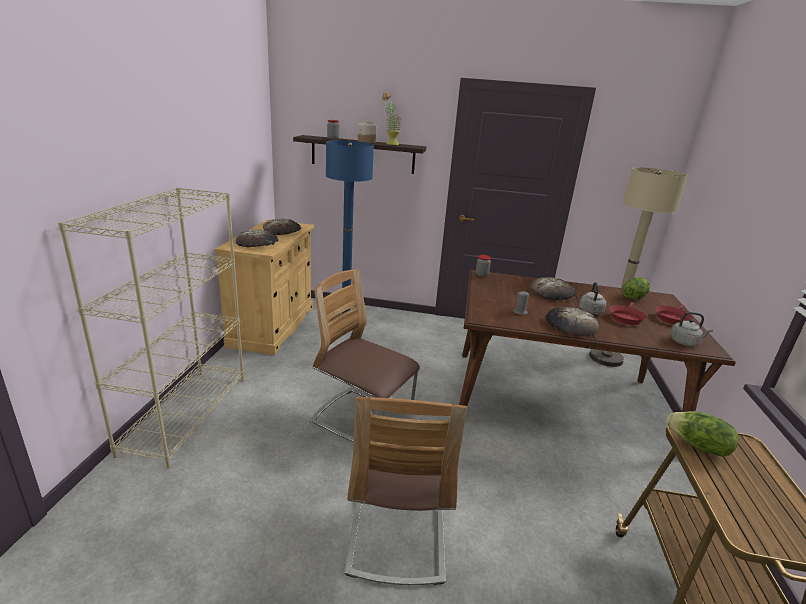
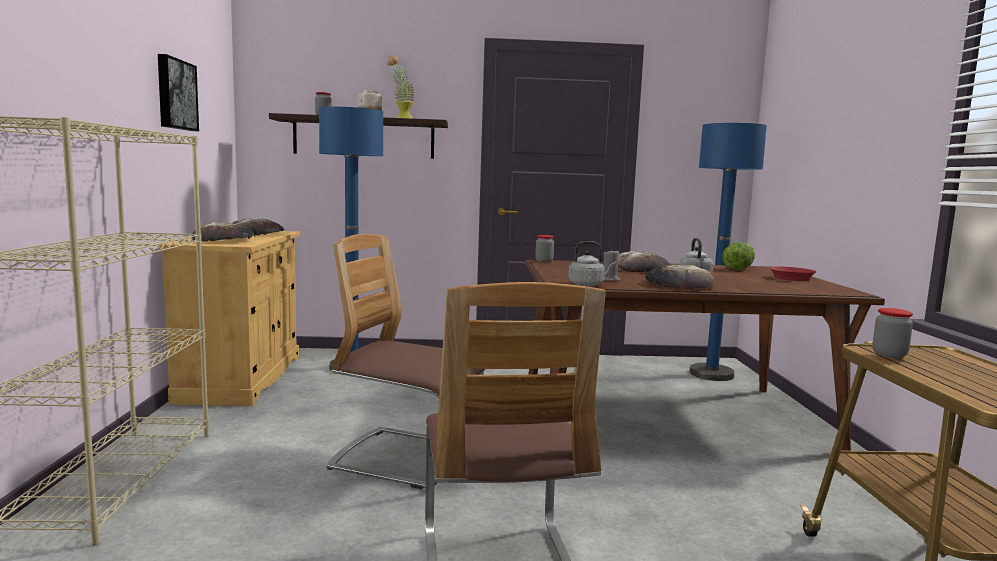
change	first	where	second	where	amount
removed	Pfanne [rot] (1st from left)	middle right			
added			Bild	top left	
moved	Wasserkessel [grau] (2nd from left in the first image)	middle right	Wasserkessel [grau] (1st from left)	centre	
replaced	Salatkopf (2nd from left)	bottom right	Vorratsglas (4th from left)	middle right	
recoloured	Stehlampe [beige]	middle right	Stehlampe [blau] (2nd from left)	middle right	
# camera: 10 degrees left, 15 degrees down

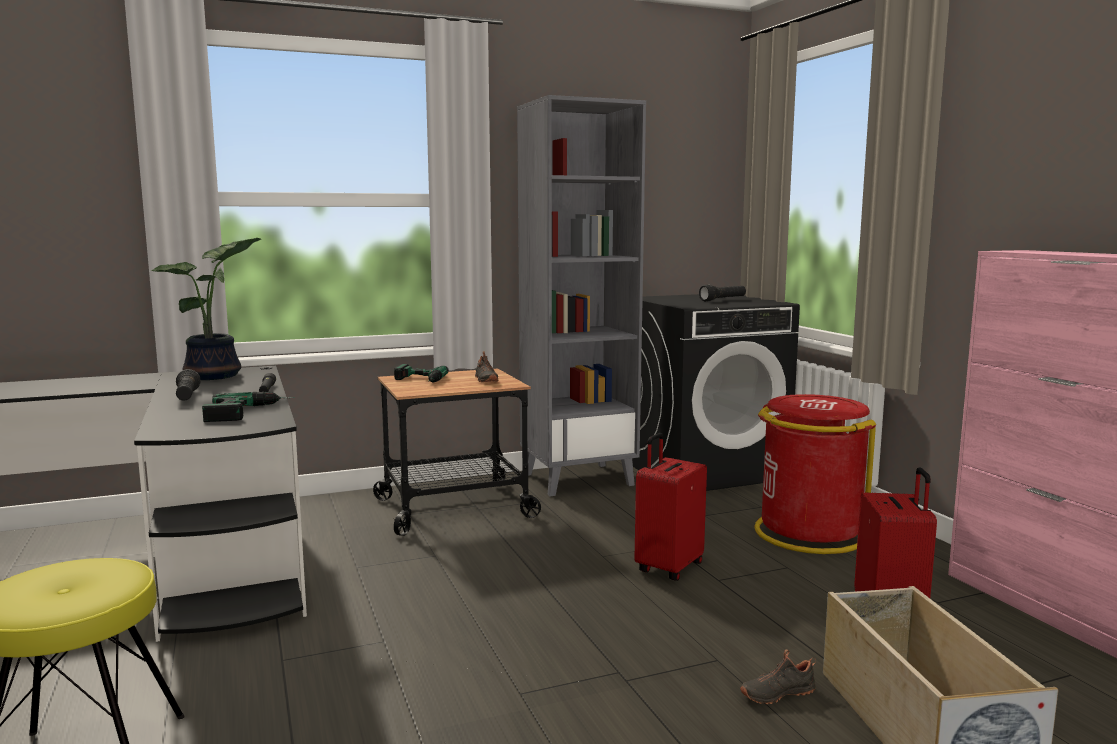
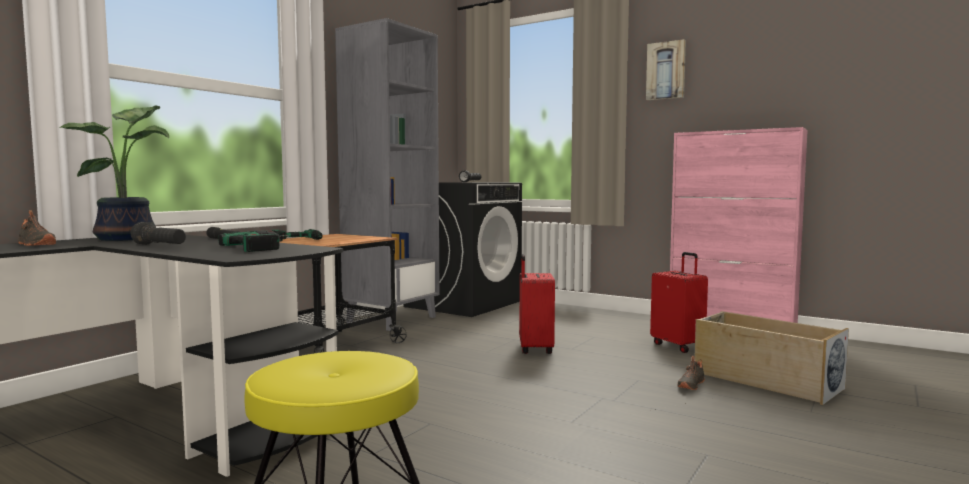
change	first	where	second	where	amount
removed	Mülleimer [rot]	middle right			
added			Bild	top right	
moved	Schuh [schwarz] (1st from left)	centre		middle left	
# camera: 35 degrees left, 5 degrees down

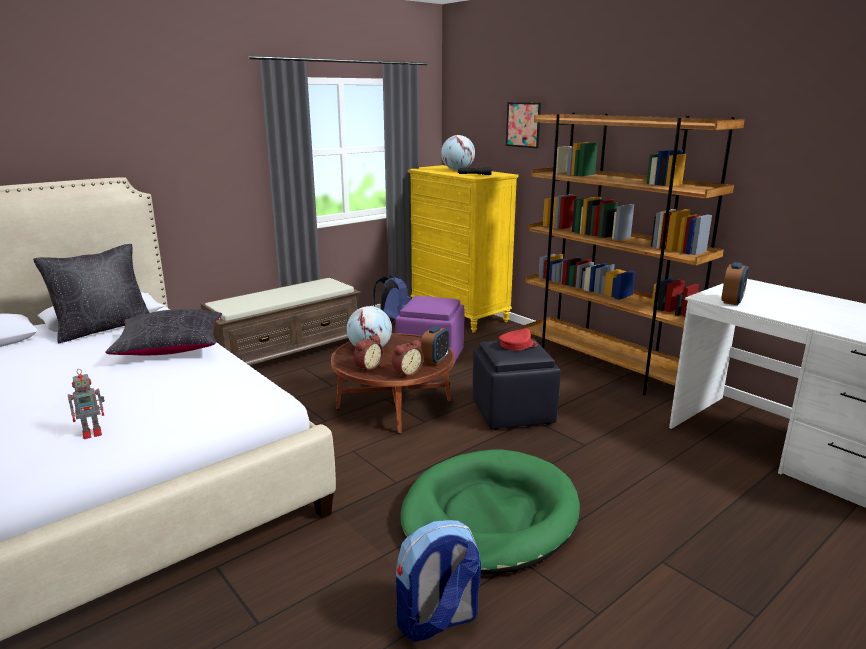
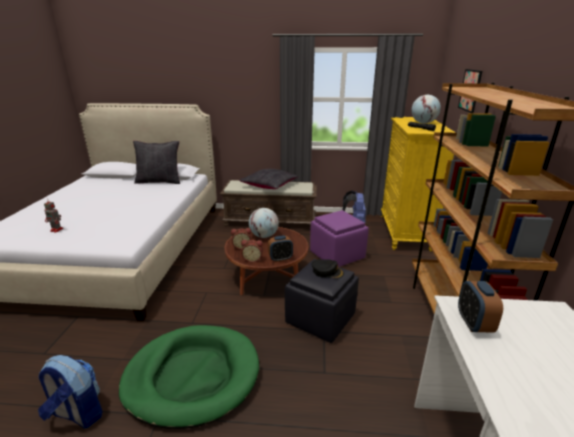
change	first	where	second	where	amount
moved	Kissen [schwarz] (2nd from left)	middle left		centre	
recoloured	Kappe [rot]	centre	Kappe [schwarz]	centre	
turned	Wecker (4th from left)	middle right		bottom right	105 degrees clockwise
# camera: 45 degrees right, 5 degrees up

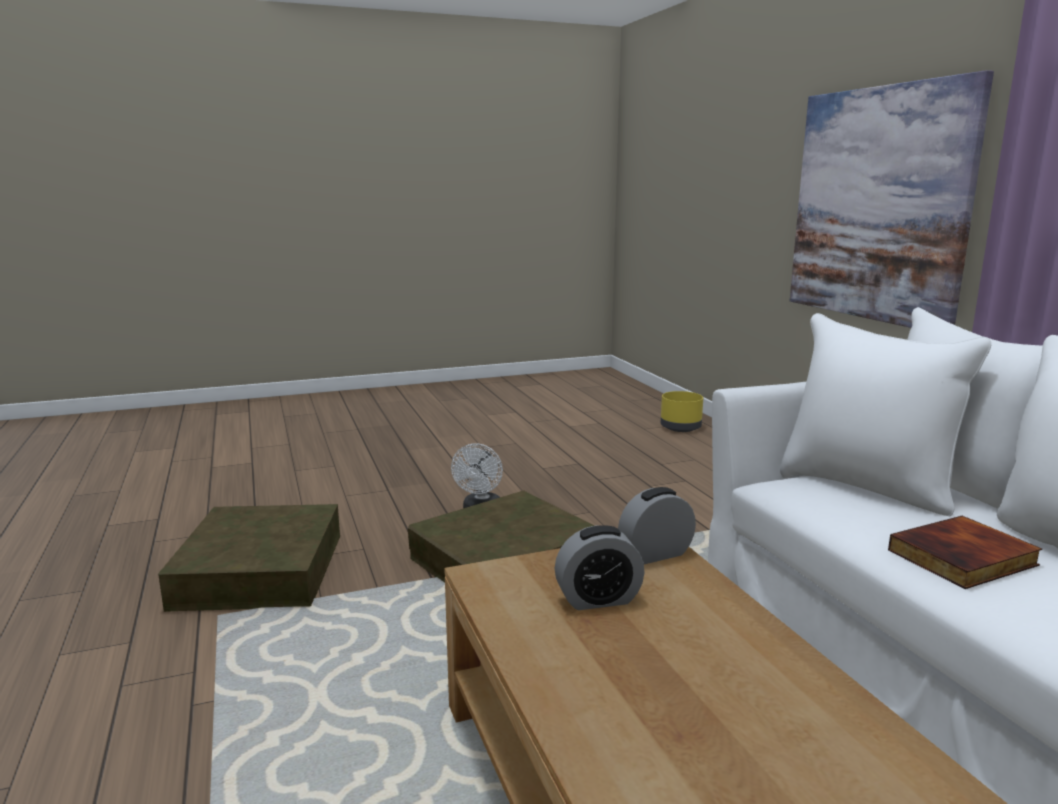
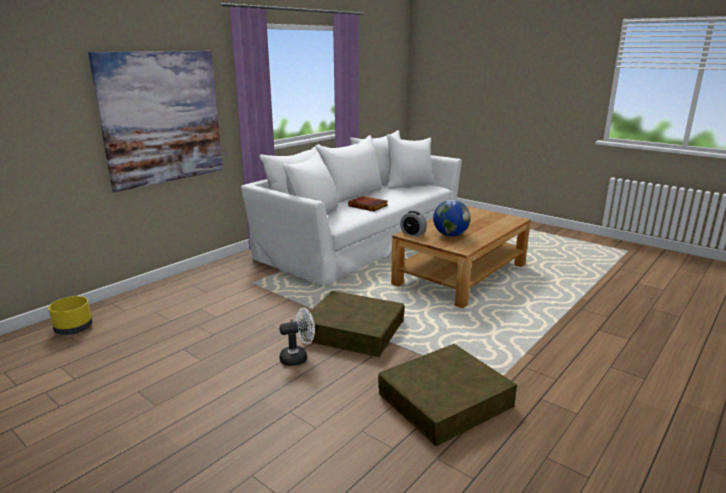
change	first	where	second	where	amount
replaced	Wecker (1st from left)	bottom centre	Globus	centre	
# camera: 120 degrees left, 5 degrees up

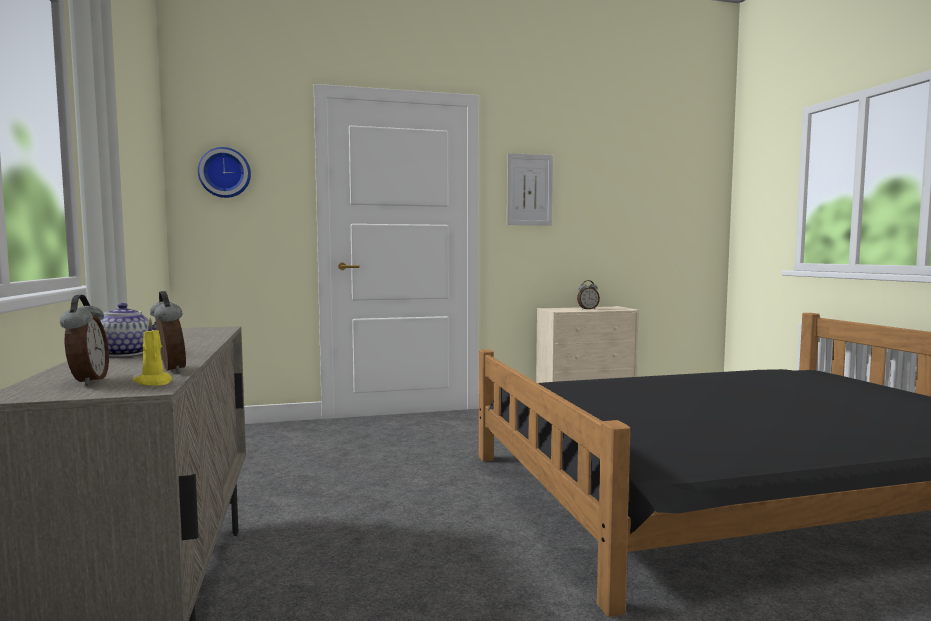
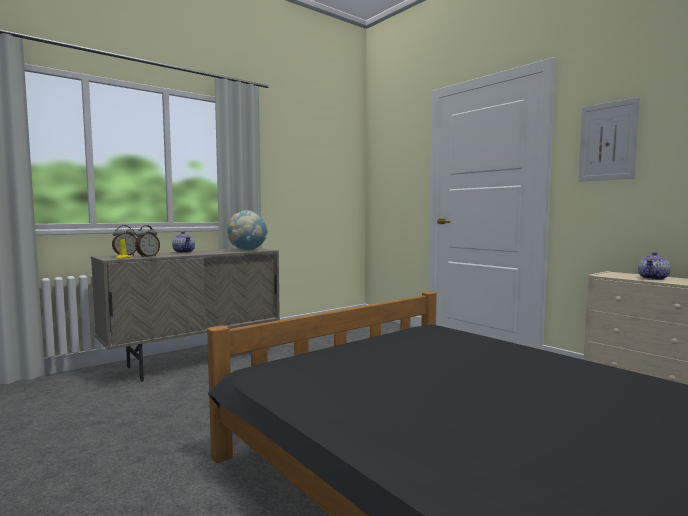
change	first	where	second	where	amount
removed	Wanduhr	top left			
added			Globus	centre	
replaced	Wecker (3rd from left)	centre	Teekanne (2nd from left)	middle right	
# camera: 65 degrees right, 0 degrees up

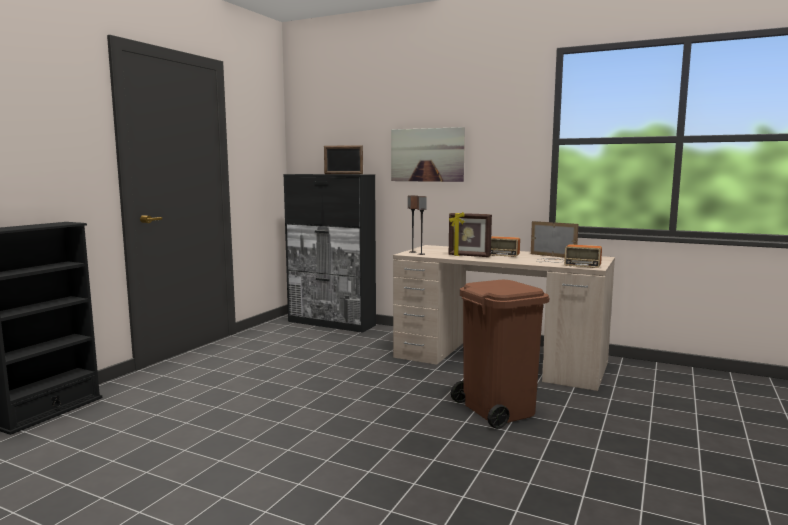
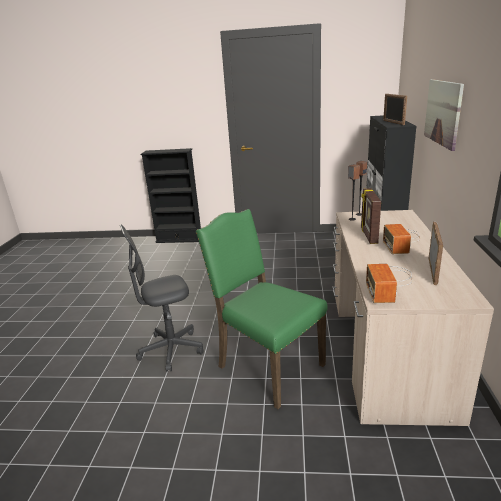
change	first	where	second	where	amount
added			Bürostuhl [grau]	middle left	
replaced	Mülleimer [braun]	bottom centre	Stuhl [grün]	centre	
# camera: 70 degrees right, 15 degrees up

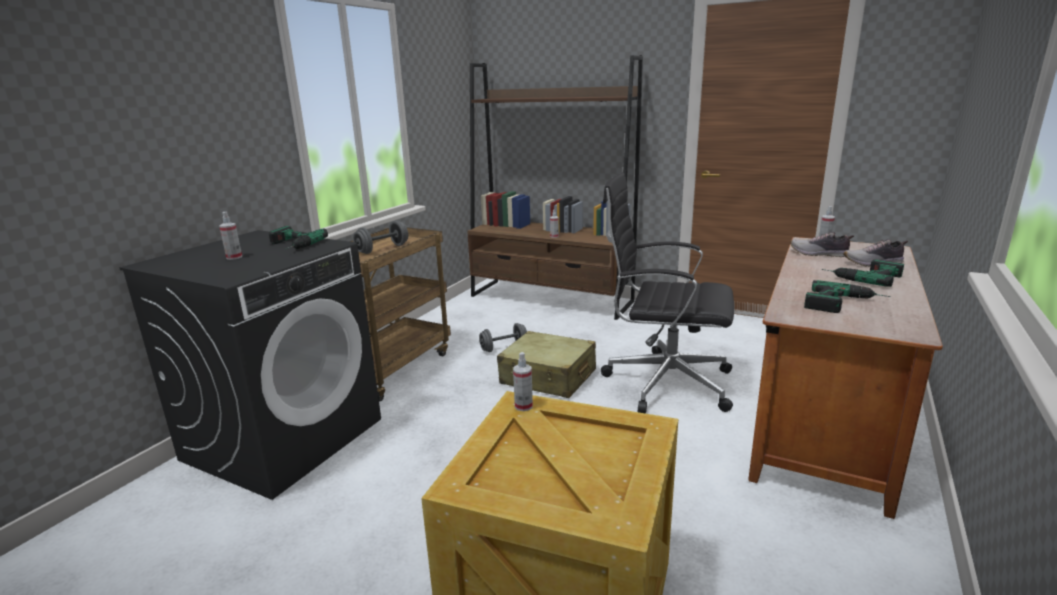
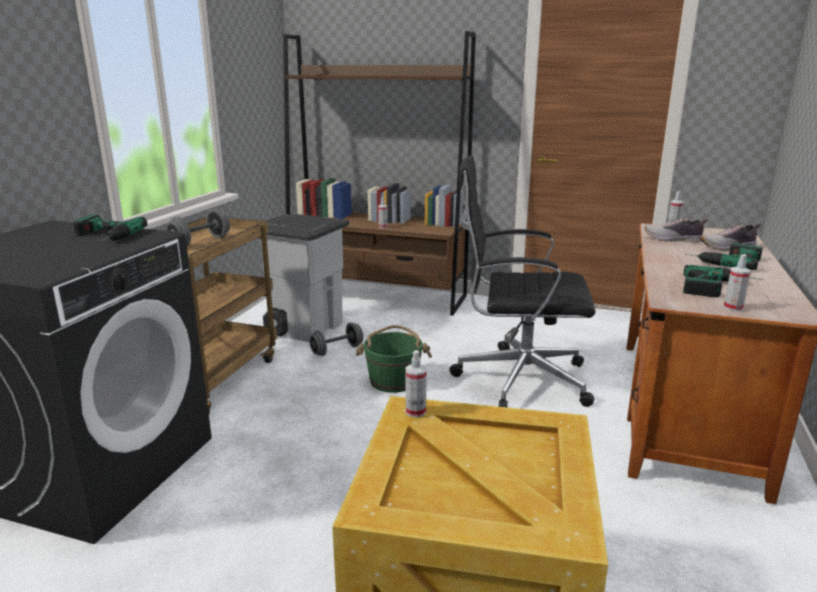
change	first	where	second	where	amount
added			Mülleimer [grau]	centre	
moved	Sprühflasche (1st from left in the first image)	middle left	Sprühflasche (4th from left)	middle right	
replaced	Koffer [beige]	centre	Eimer [grün]	centre	
# camera: 10 degrees left, 0 degrees up

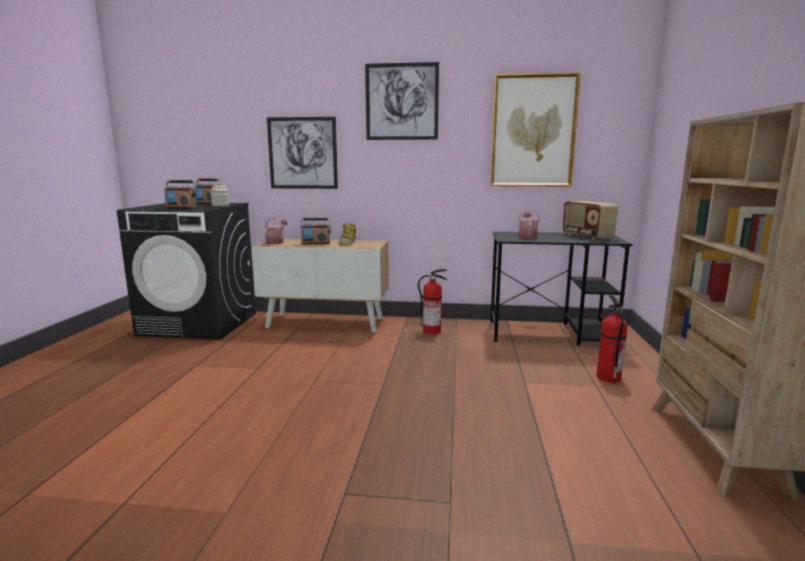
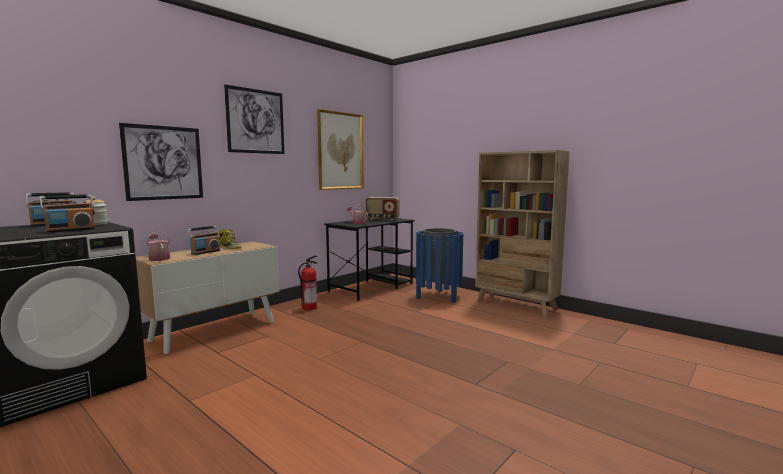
change	first	where	second	where	amount
replaced	Feuerlöscher (2nd from left)	middle right	Mülleimer [blau]	centre	
# camera: 55 degrees left, 5 degrees down

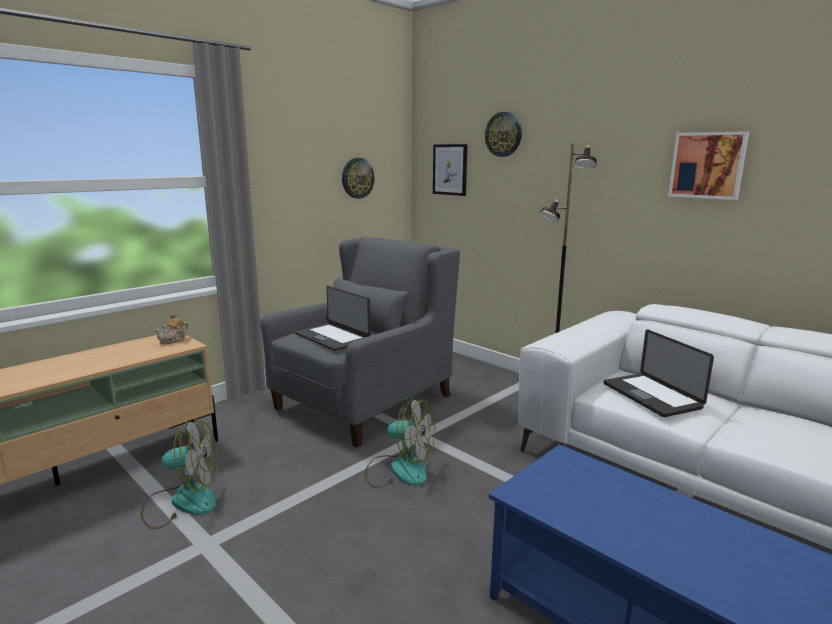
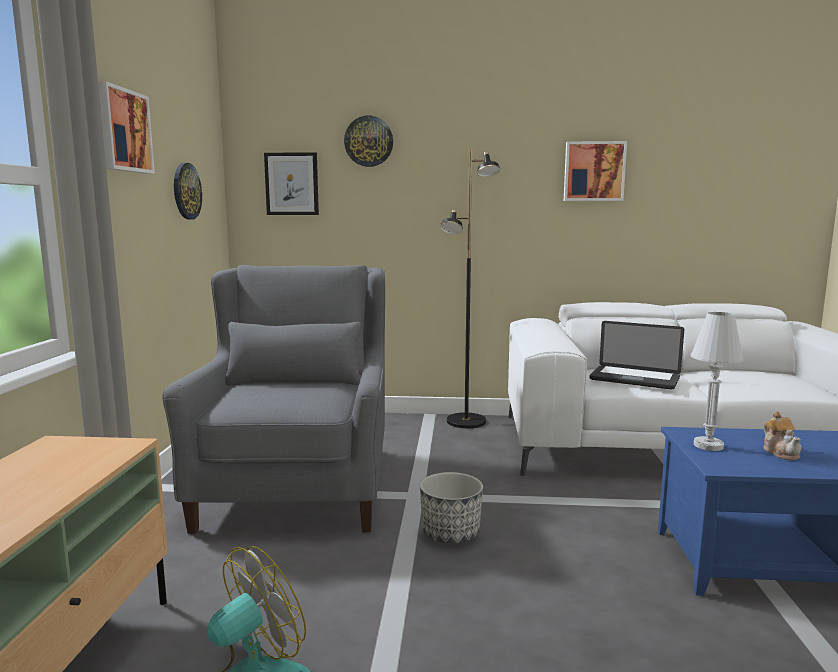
change	first	where	second	where	amount
removed	Laptop (1st from left)	centre			
added			Bild (1st from left)	top left	
added			Tischlampe [weiß]	middle right	
moved	Teekanne	middle left		middle right	
replaced	Ventilator (2nd from left)	bottom centre	Pflanzkübel	bottom centre	
# camera: 40 degrees left, 5 degrees down

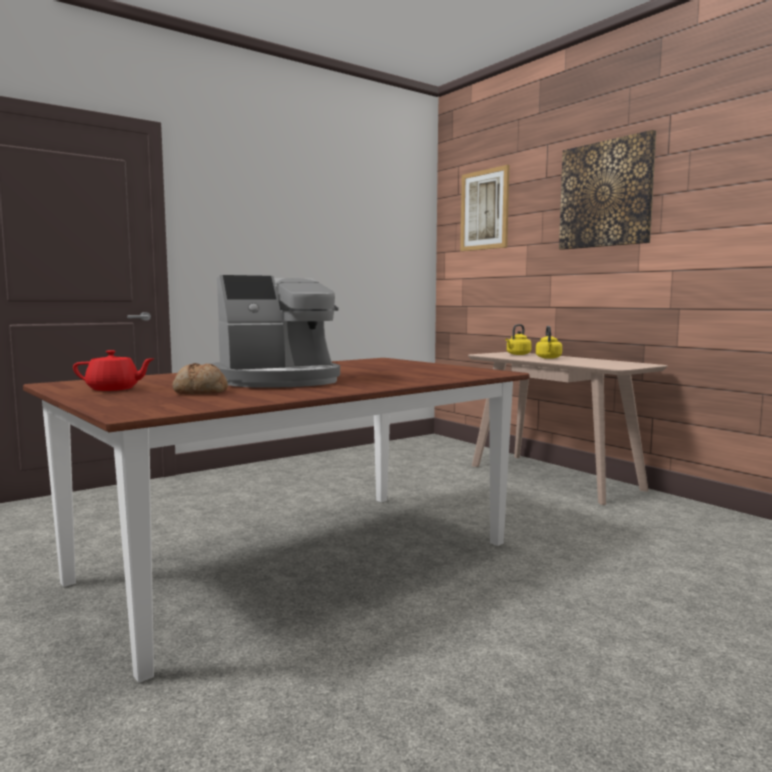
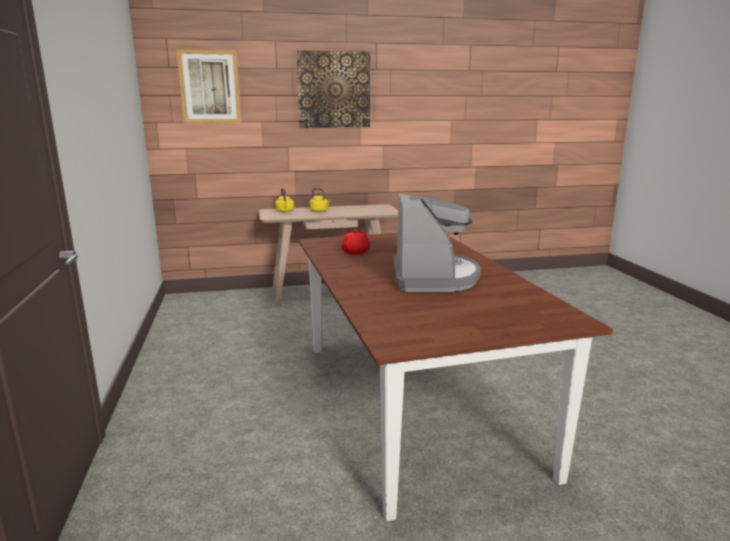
change	first	where	second	where	amount
removed	Brot	middle left			
moved	Teekanne [rot]	middle left		centre	
# camera: 65 degrees left, 10 degrees up

